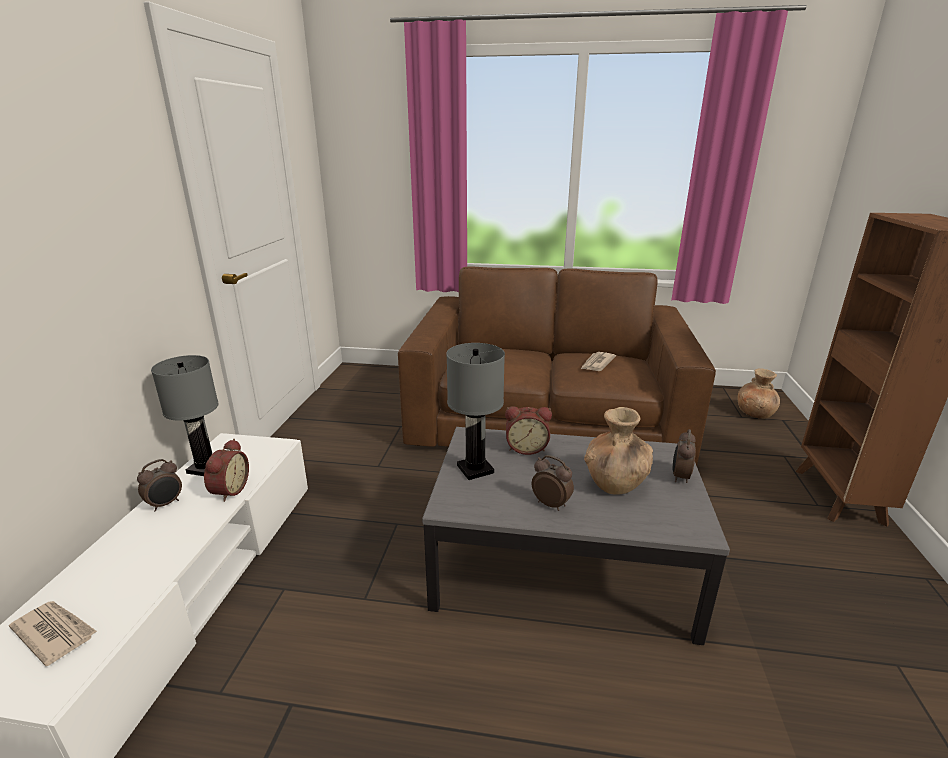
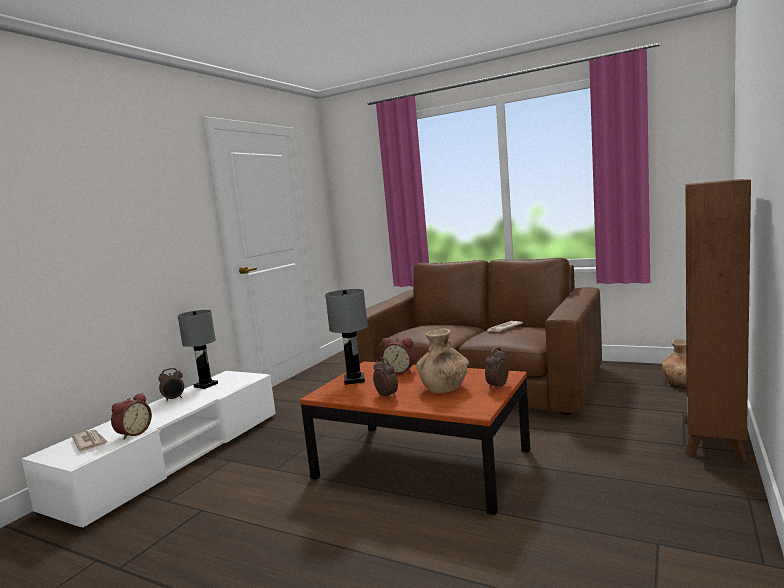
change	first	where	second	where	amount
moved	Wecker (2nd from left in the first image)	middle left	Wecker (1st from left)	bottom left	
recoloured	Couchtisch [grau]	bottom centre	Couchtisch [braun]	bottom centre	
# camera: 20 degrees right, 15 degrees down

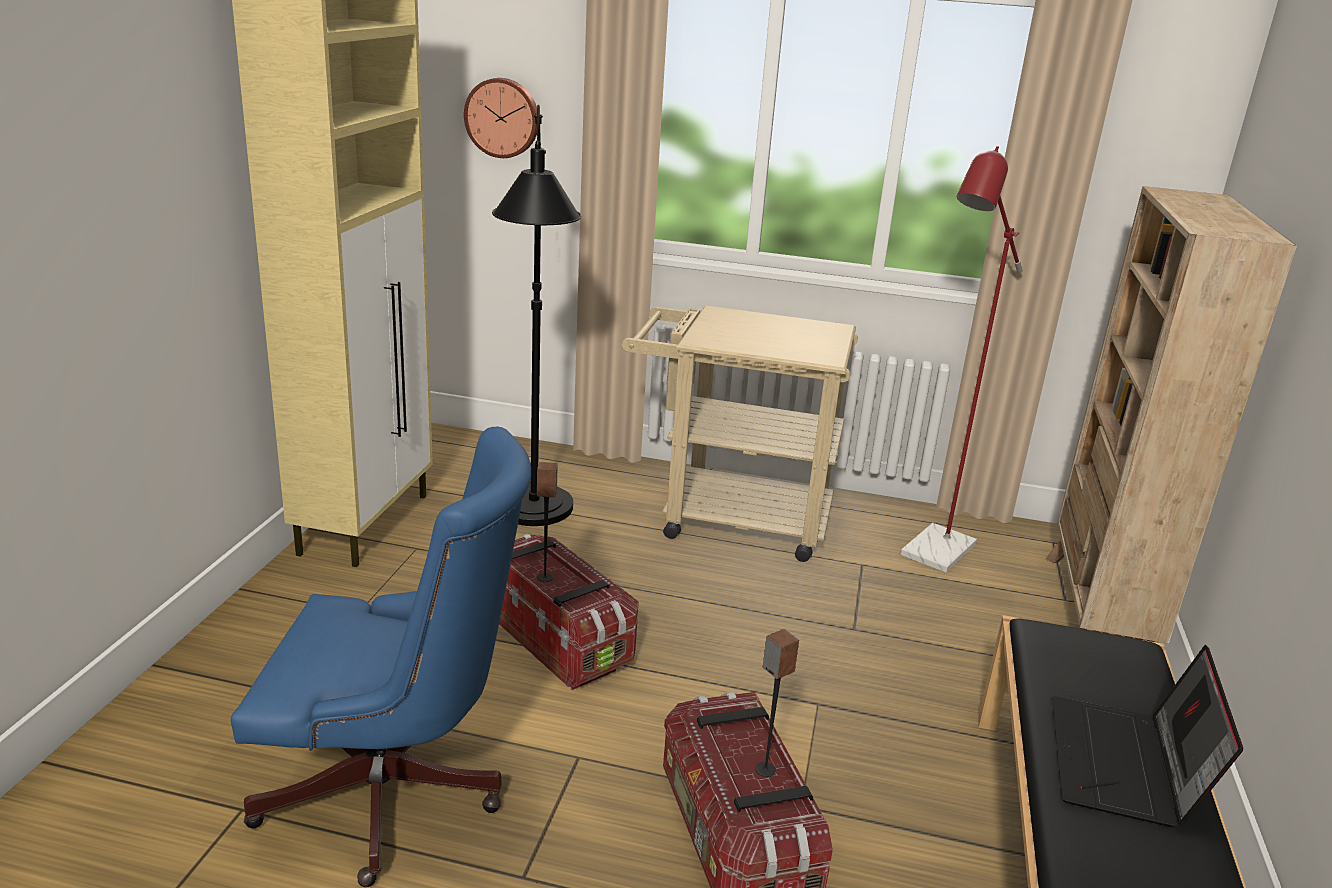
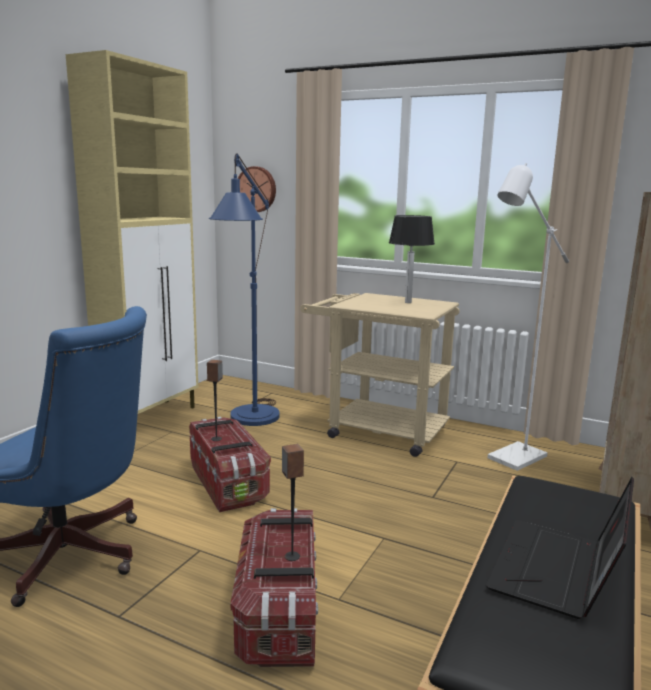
change	first	where	second	where	amount
added			Tischlampe	centre	
recoloured	Stehlampe [schwarz]	centre	Stehlampe [blau]	centre	
recoloured	Stehlampe [rot]	middle right	Stehlampe [weiß]	middle right	
# camera: 15 degrees right, 10 degrees down

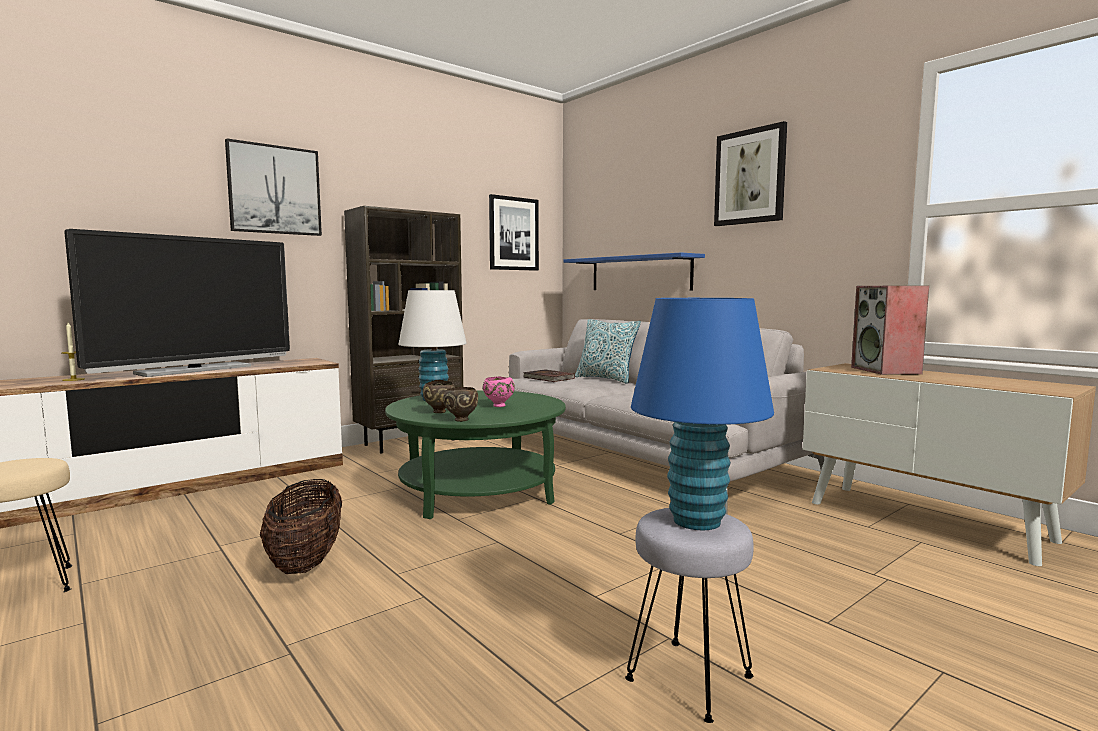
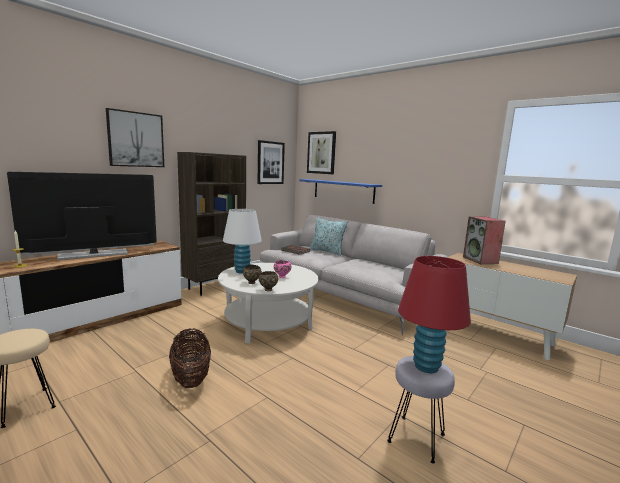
change	first	where	second	where	amount
moved	Bild (3rd from left)	top right		top centre	
recoloured	Couchtisch [grün]	centre	Couchtisch [weiß]	centre	
recoloured	Tischlampe [blau]	centre	Tischlampe [rot]	middle right	
turned	Fernseher	middle left		middle left	150 degrees counterclockwise
# camera: 10 degrees left, 5 degrees up

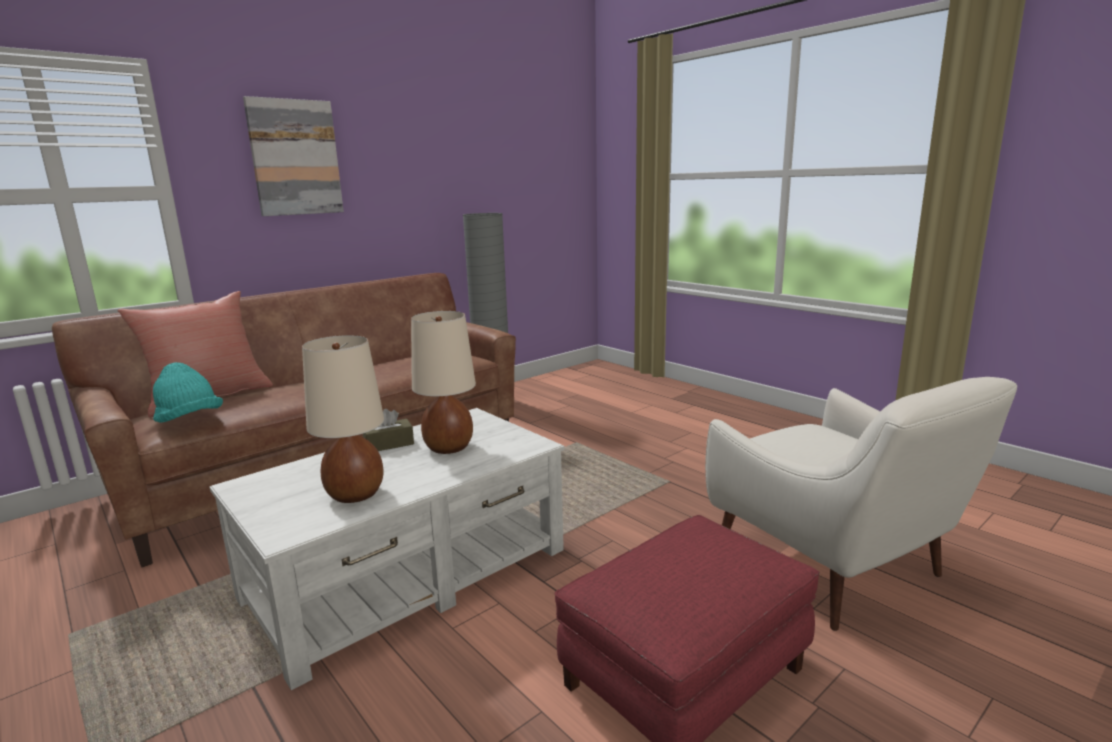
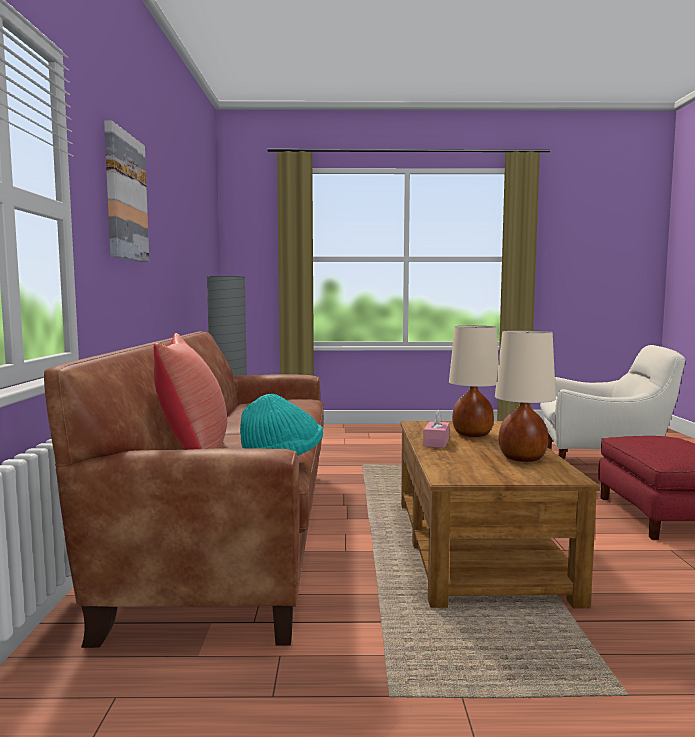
change	first	where	second	where	amount
recoloured	Couchtisch [weiß]	bottom centre	Couchtisch [braun]	bottom right	
recoloured	Taschentuchbox [braun]	centre	Taschentuchbox [rosa]	centre	
# camera: 50 degrees left, 10 degrees down

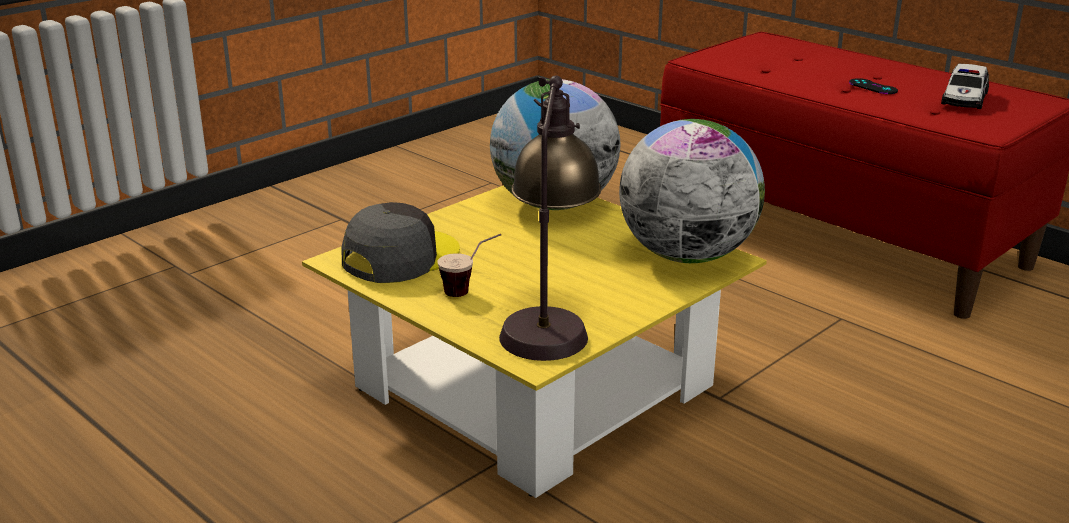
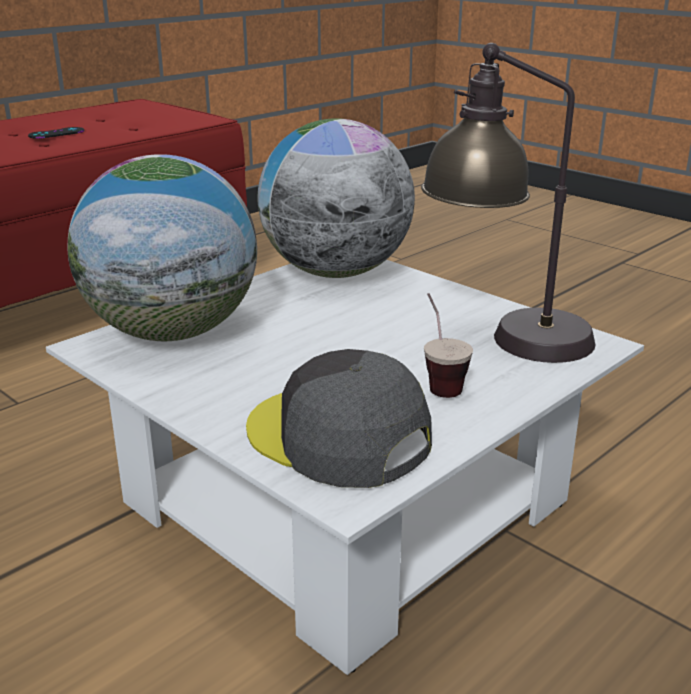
change	first	where	second	where	amount
removed	Spielzeugauto	top right			
recoloured	Couchtisch [gelb]	centre	Couchtisch [weiß]	bottom centre	
# camera: 90 degrees left, 0 degrees up

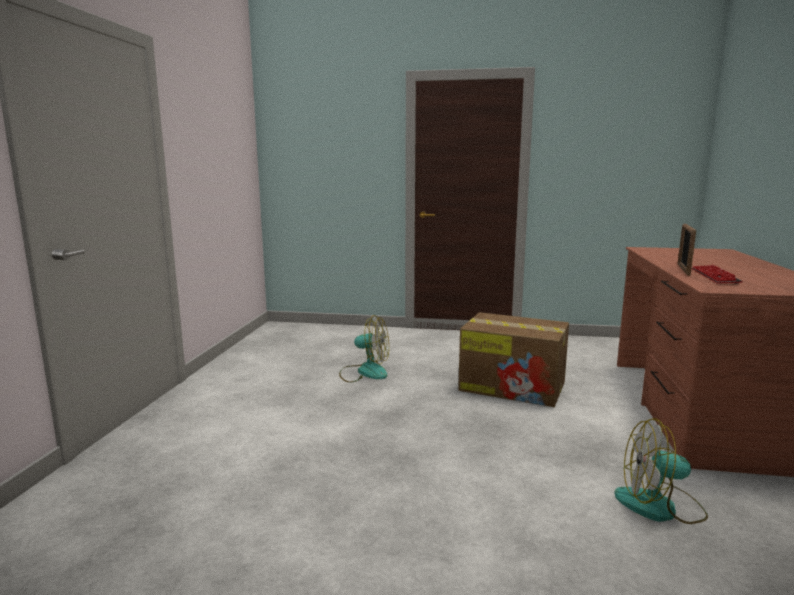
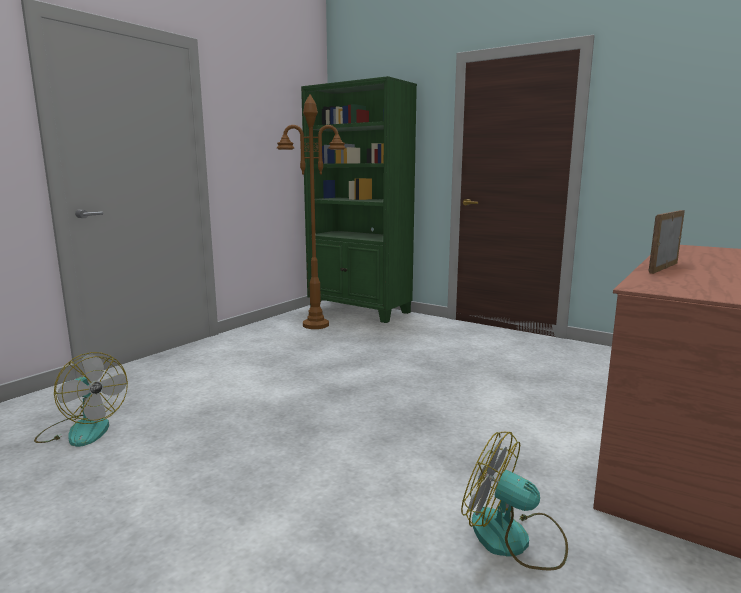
change	first	where	second	where	amount
removed	Karton	centre			
removed	Tastatur	middle right			
added			Stehlampe [braun]	centre	
added			Bücherregal [grün]	centre	
moved	Ventilator (1st from left)	centre		bottom left	
# camera: 25 degrees right, 0 degrees up

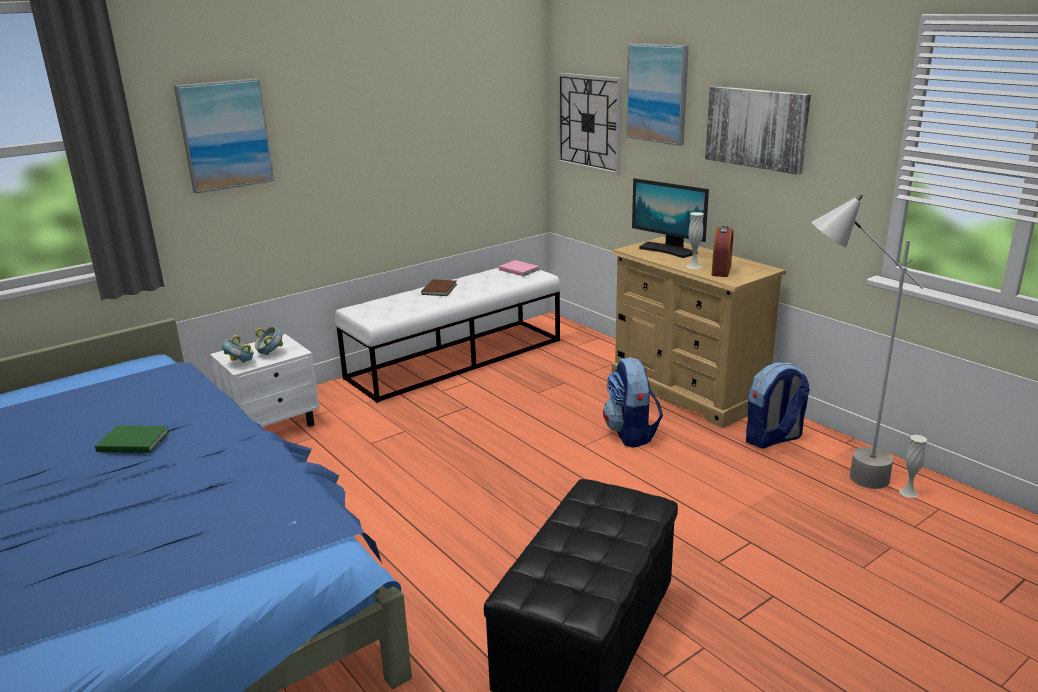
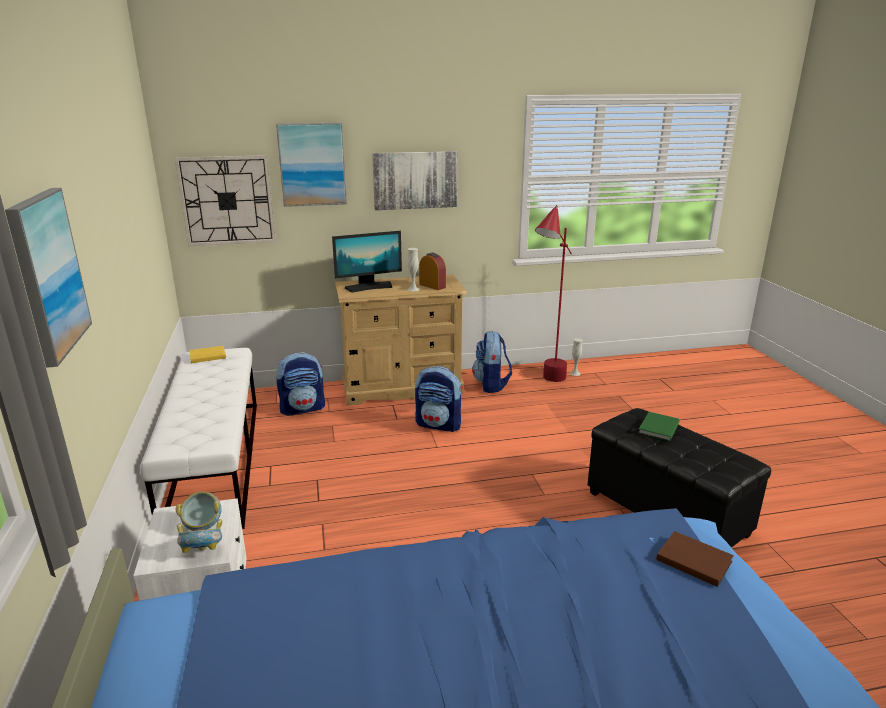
change	first	where	second	where	amount
added			Rucksack (1st from left)	centre	
moved	Buch [grün]	middle left		middle right	
moved	Buch [braun]	centre		bottom right	
recoloured	Buch [rosa]	centre	Buch [gelb]	middle left	
recoloured	Stehlampe [grau]	middle right	Stehlampe [rot]	centre	
# camera: 65 degrees left, 0 degrees up

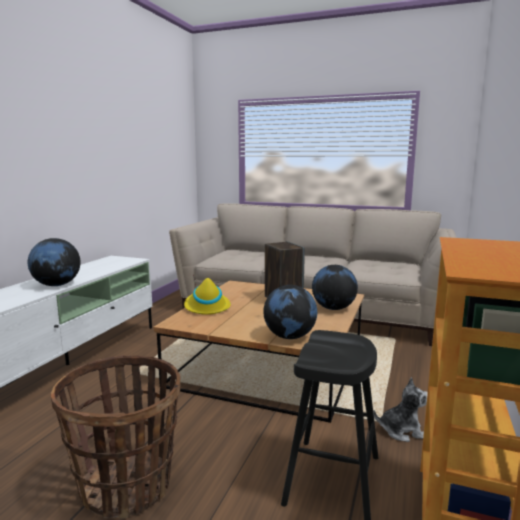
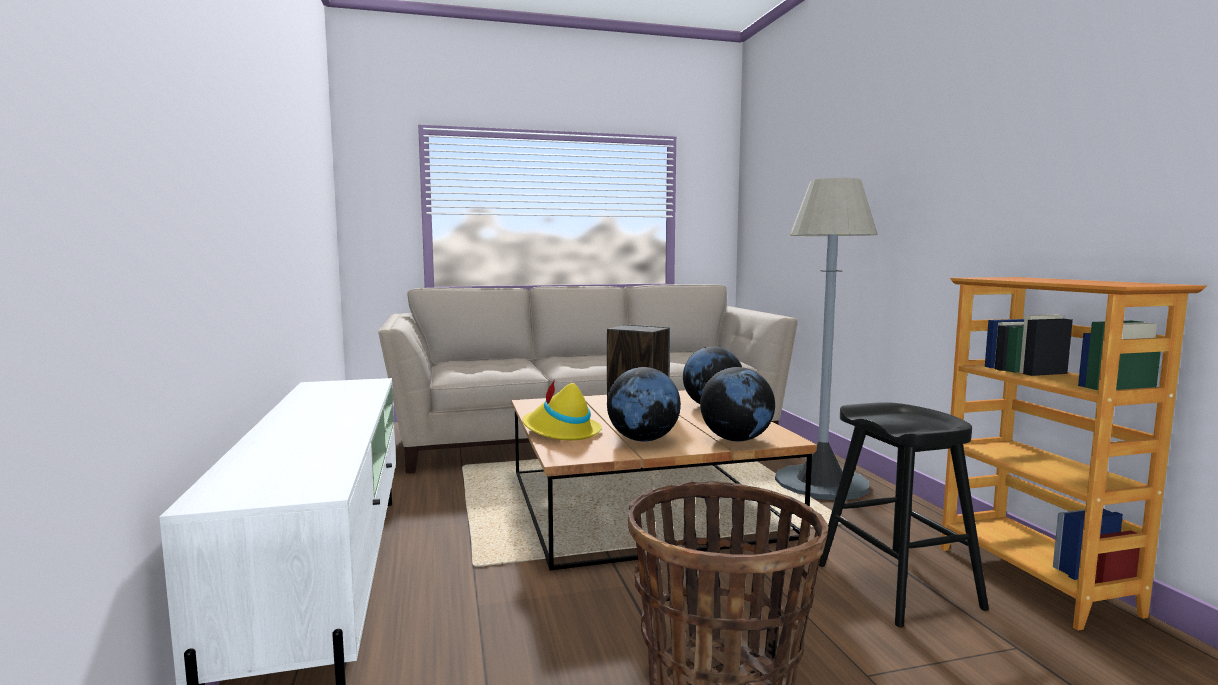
change	first	where	second	where	amount
removed	Plüschtier	bottom right			
added			Stehlampe [grau]	middle right	
moved	Globus (1st from left)	middle left		centre	
# camera: 35 degrees left, 5 degrees down

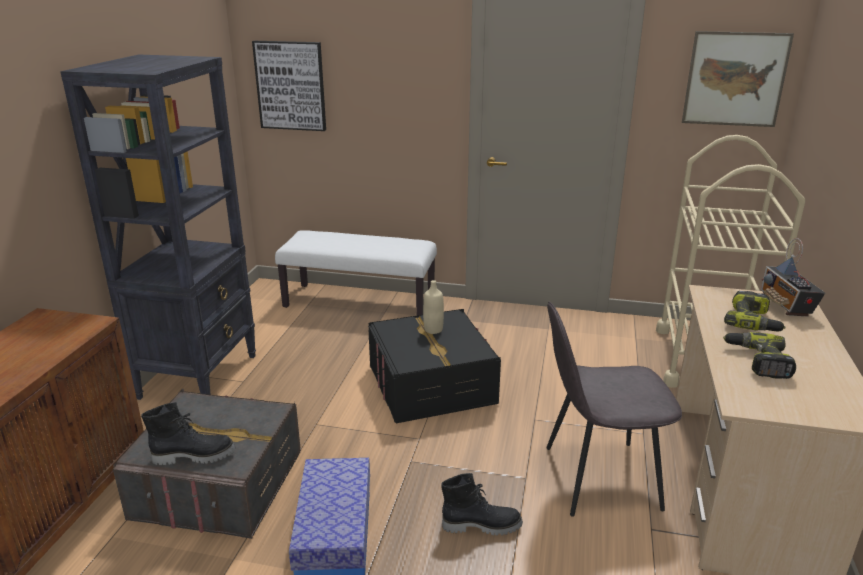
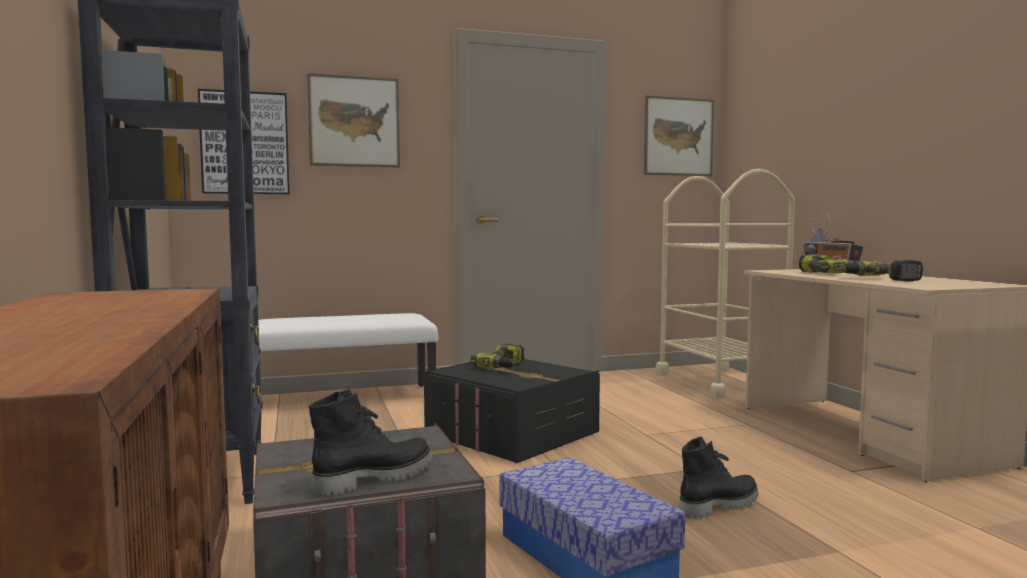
change	first	where	second	where	amount
removed	Stuhl [grau]	bottom right			
added			Bild (2nd from left)	top centre	
replaced	Flasche [beige]	centre	Bohrmaschine (1st from left)	centre	
# camera: 30 degrees left, 20 degrees down

